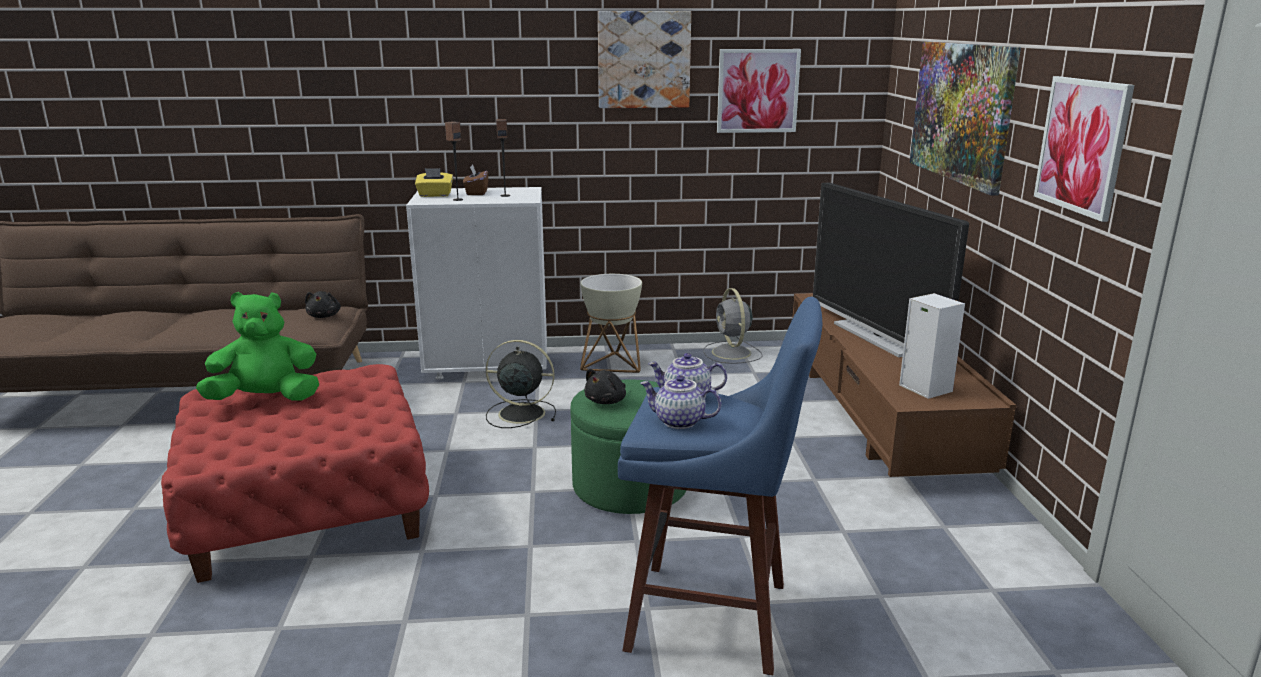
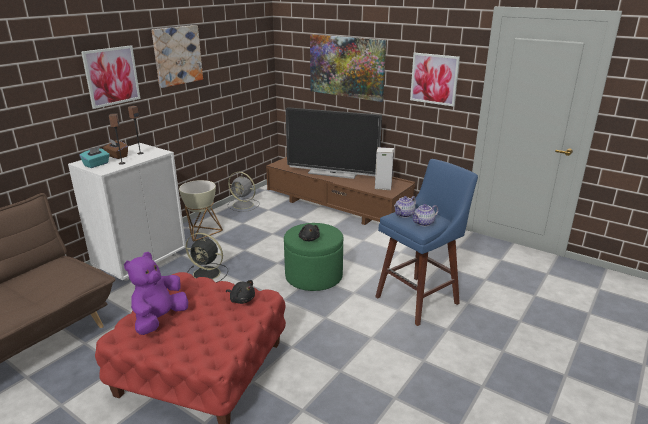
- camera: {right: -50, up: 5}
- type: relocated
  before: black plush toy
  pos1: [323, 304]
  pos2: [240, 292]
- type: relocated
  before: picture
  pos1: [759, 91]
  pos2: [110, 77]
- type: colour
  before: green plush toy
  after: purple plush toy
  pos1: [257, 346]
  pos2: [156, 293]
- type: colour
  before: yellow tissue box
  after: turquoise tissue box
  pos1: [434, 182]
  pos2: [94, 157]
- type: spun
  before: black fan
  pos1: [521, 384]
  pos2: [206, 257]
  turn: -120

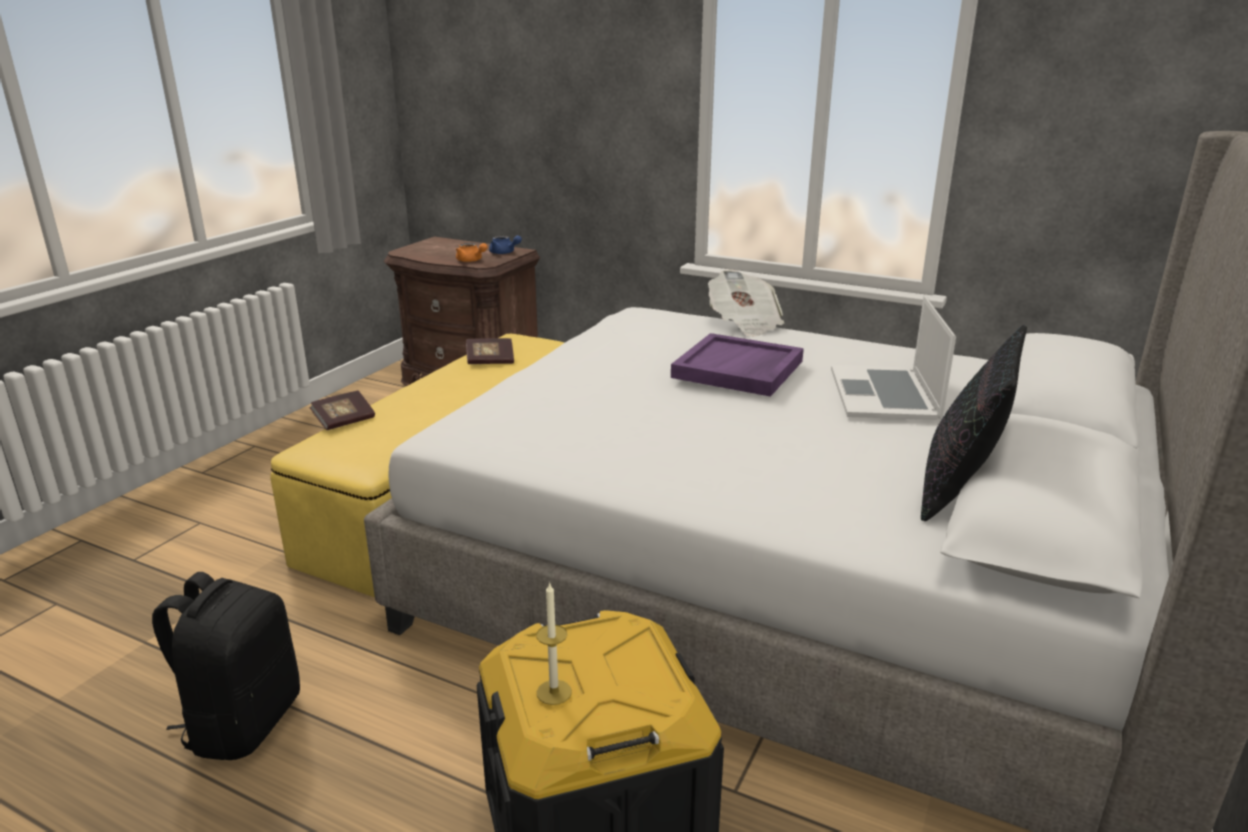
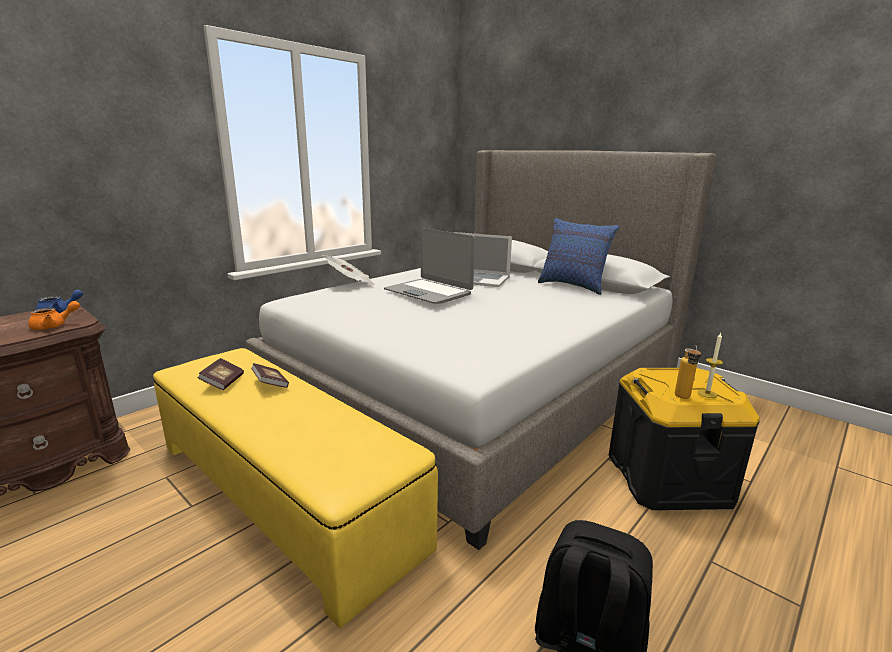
- camera: {right: -75, up: -5}
- type: appeared
  after: bottle
  pos2: [688, 372]
- type: relocated
  before: book
  pos1: [342, 410]
  pos2: [270, 375]
- type: exchanged
  before: purple tray
  after: laptop
  pos1: [737, 365]
  pos2: [429, 266]
- type: colour
  before: black pillow
  after: blue pillow
  pos1: [974, 423]
  pos2: [578, 256]

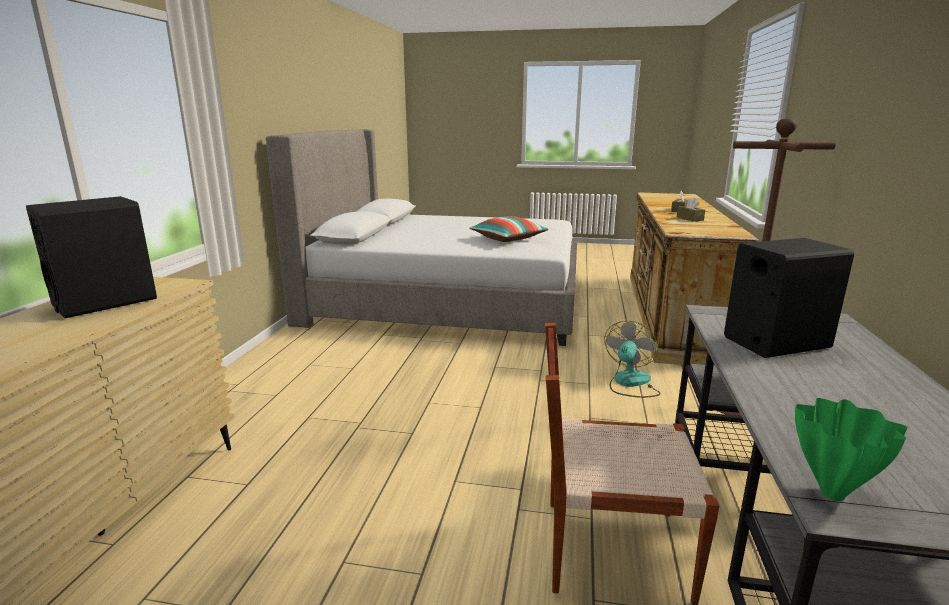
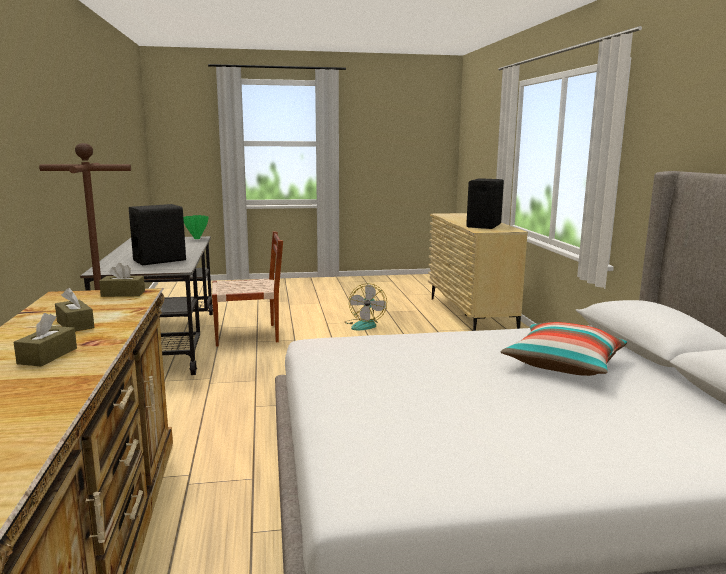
- camera: {right: 160, up: -5}
- type: appeared
  after: brown tissue box
  pos2: [122, 280]
- type: relocated
  before: pillow
  pos1: [508, 229]
  pos2: [564, 349]
- type: relocated
  before: fan
  pos1: [632, 359]
  pos2: [366, 306]

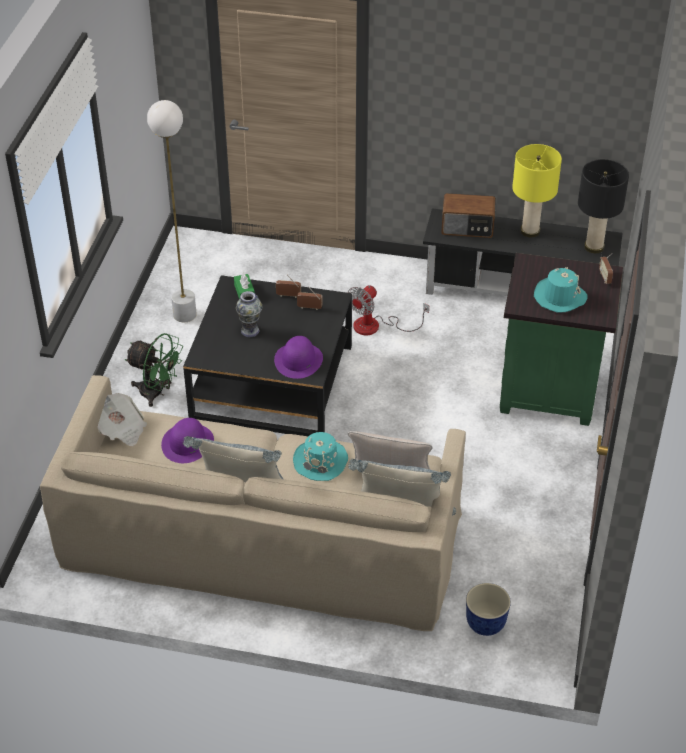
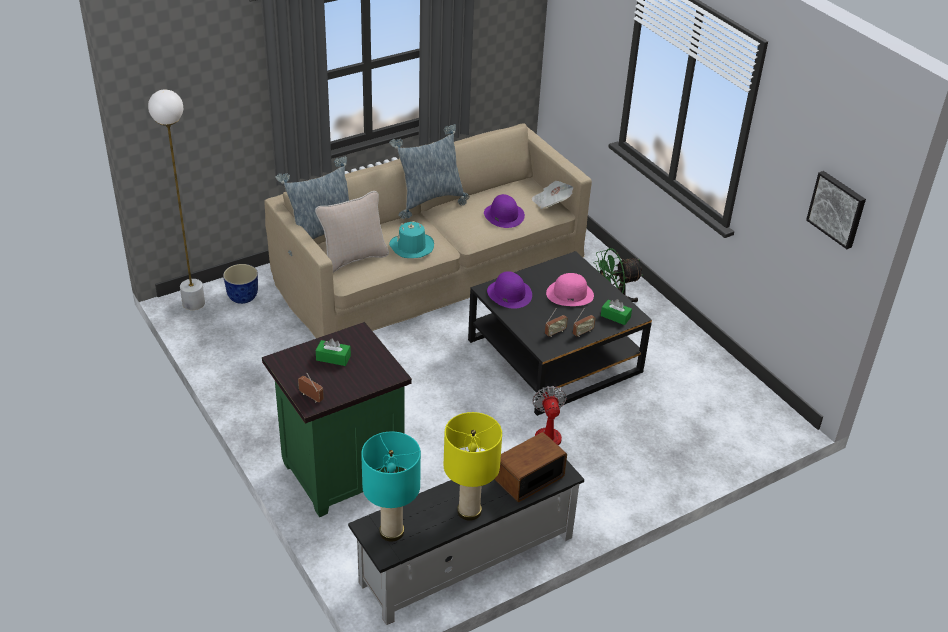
- camera: {right: 135, up: -5}
- type: appeared
  after: picture
  pos2: [836, 210]
- type: relocated
  before: white floor lamp
  pos1: [172, 211]
  pos2: [176, 199]
- type: exchanged
  before: vase
  after: pink hat
  pos1: [249, 314]
  pos2: [570, 289]
- type: exchanged
  before: turquoise hat
  after: green tissue box
  pos1: [561, 289]
  pos2: [333, 352]
- type: colour
  before: black table lamp
  after: turquoise table lamp
  pos1: [603, 206]
  pos2: [391, 486]

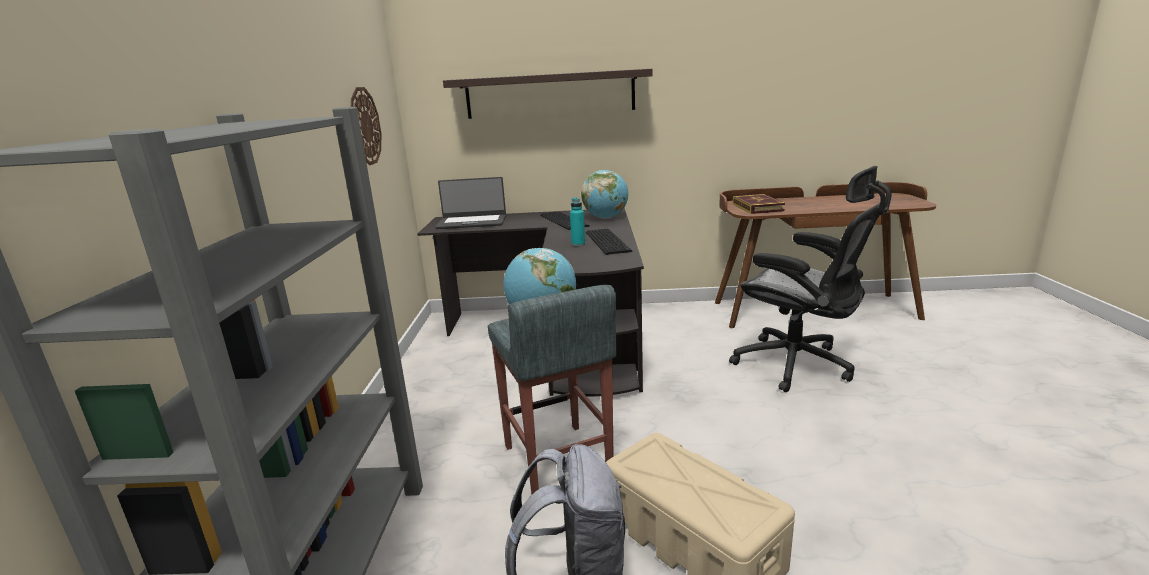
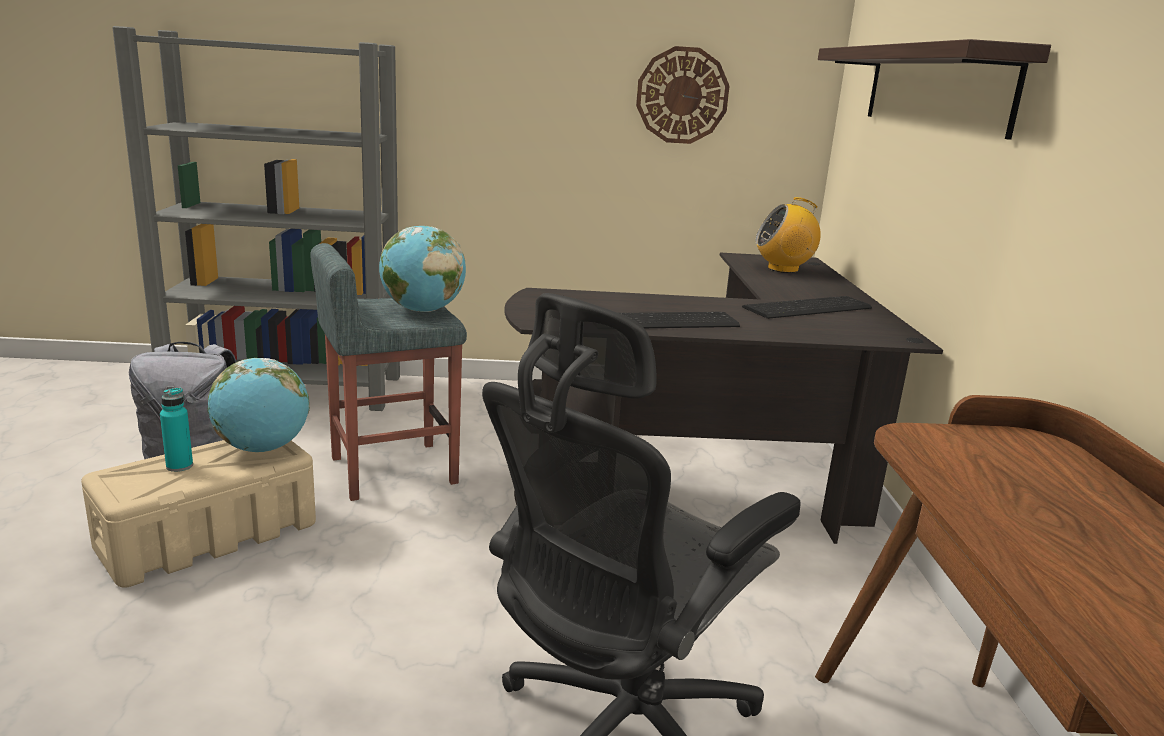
- camera: {right: 85, up: 0}
- type: missing
  before: book
  pos1: [759, 204]
- type: relocated
  before: turquoise bottle
  pos1: [577, 222]
  pos2: [176, 430]
- type: relocated
  before: globe
  pos1: [604, 194]
  pos2: [258, 405]
- type: exchanged
  before: laptop
  after: radio
  pos1: [470, 203]
  pos2: [788, 235]

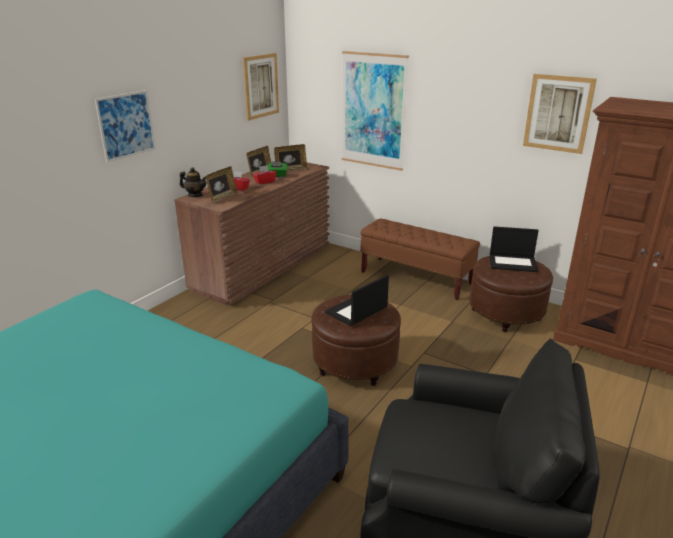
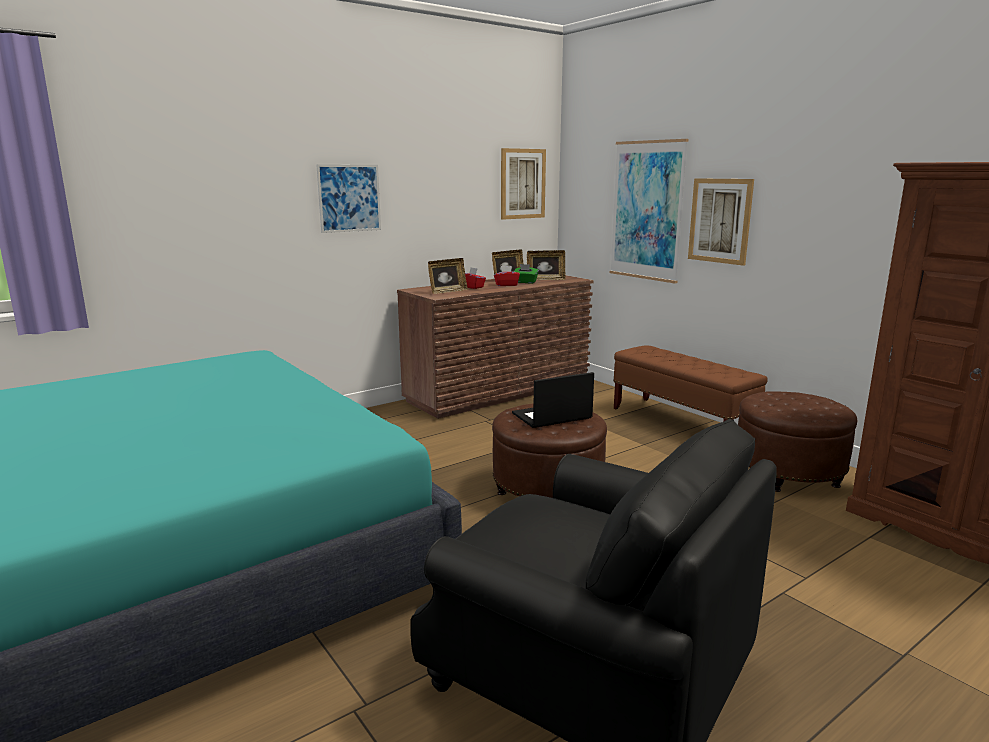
- camera: {right: 20, up: -10}
- type: missing
  before: teapot
  pos1: [193, 182]
- type: missing
  before: laptop
  pos1: [514, 249]
- type: relocated
  before: picture
  pos1: [560, 114]
  pos2: [721, 222]

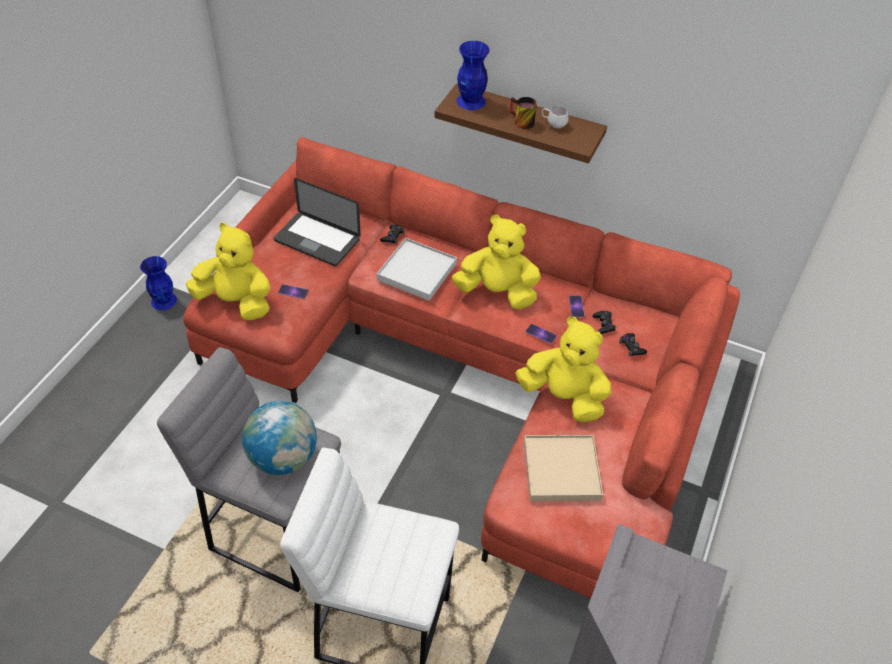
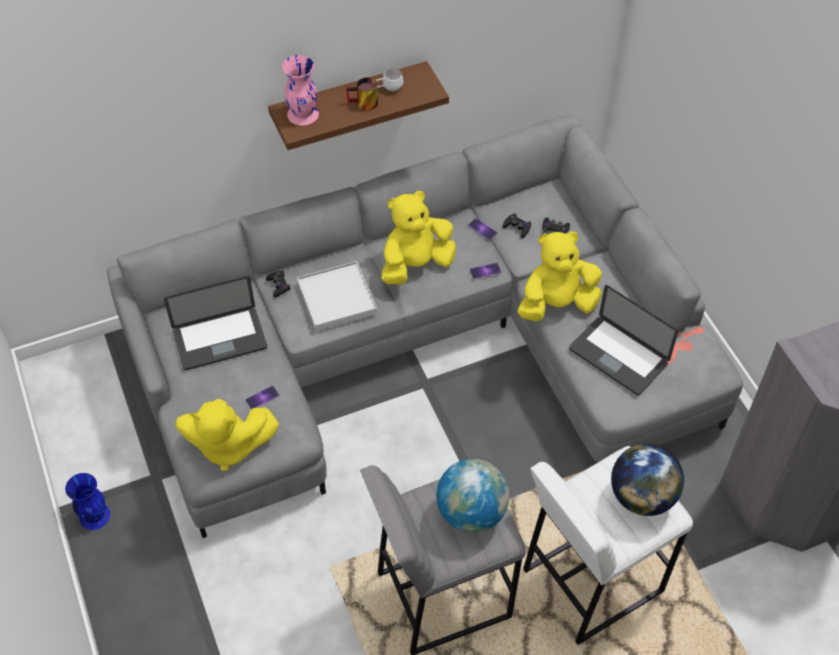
- camera: {right: -45, up: 5}
- type: appeared
  after: globe
  pos2: [647, 480]
- type: exchanged
  before: beige tray
  after: laptop
  pos1: [563, 468]
  pos2: [623, 340]
- type: colour
  before: red sofa
  after: grey sofa
  pos1: [461, 367]
  pos2: [425, 326]
- type: colour
  before: blue vase
  after: pink vase
  pos1: [473, 75]
  pos2: [300, 90]
- type: spun
  before: yellow plush toy
  pos1: [228, 271]
  pos2: [227, 435]
  turn: -150

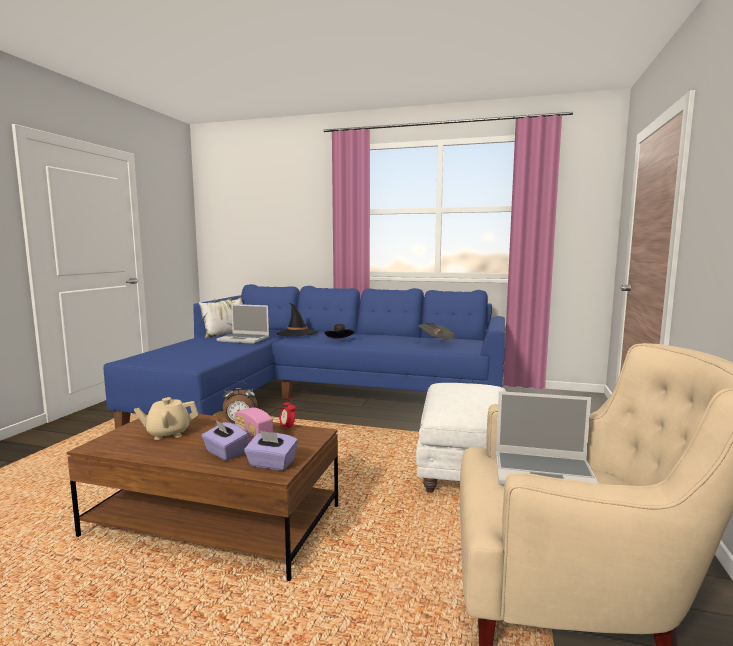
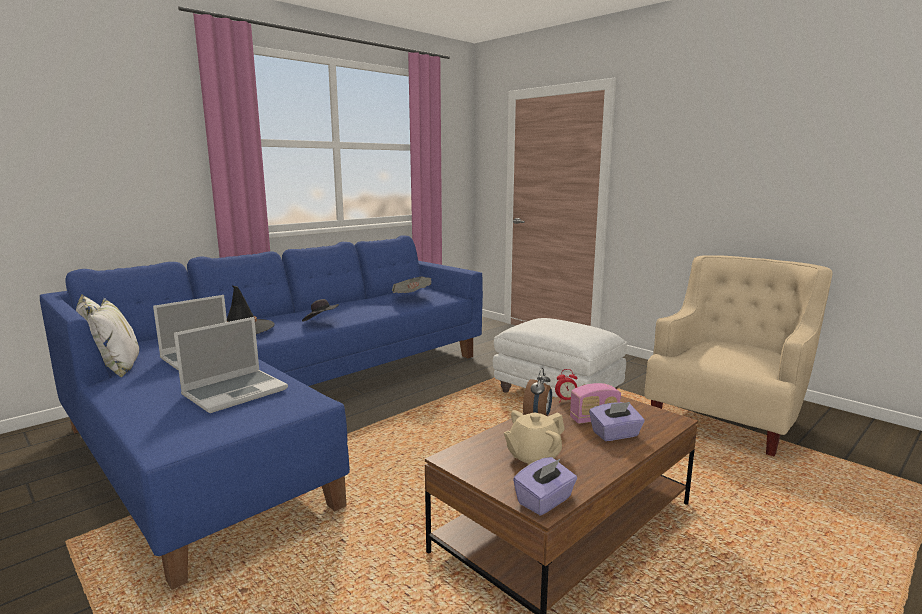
- camera: {right: -60, up: 5}
- type: relocated
  before: purple tissue box
  pos1: [271, 450]
  pos2: [545, 486]
- type: relocated
  before: laptop
  pos1: [547, 438]
  pos2: [231, 365]
- type: spun
  before: beige teapot
  pos1: [166, 418]
  pos2: [534, 437]
  turn: 45

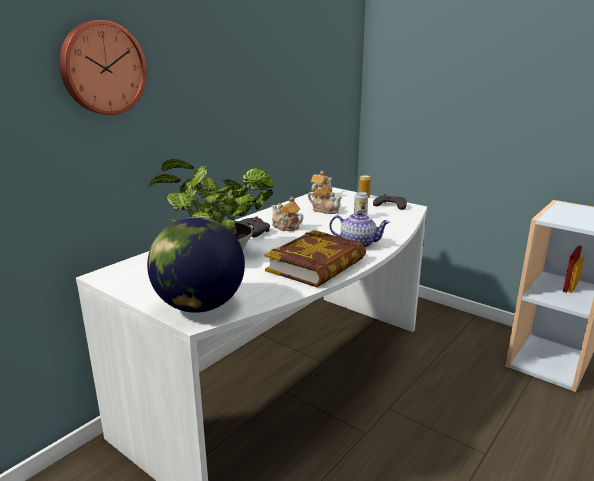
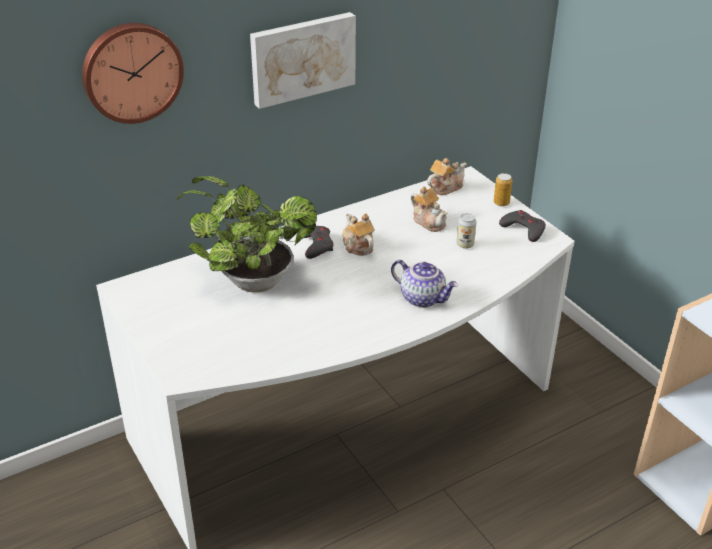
- camera: {right: 20, up: 15}
- type: missing
  before: globe
  pos1: [196, 265]
- type: missing
  before: book
  pos1: [315, 258]
- type: appeared
  after: picture
  pos2: [303, 60]

